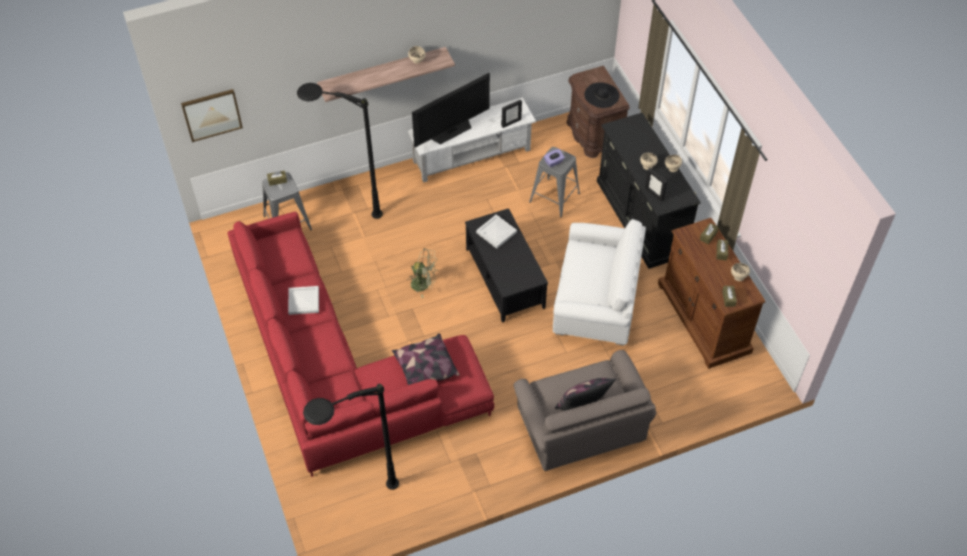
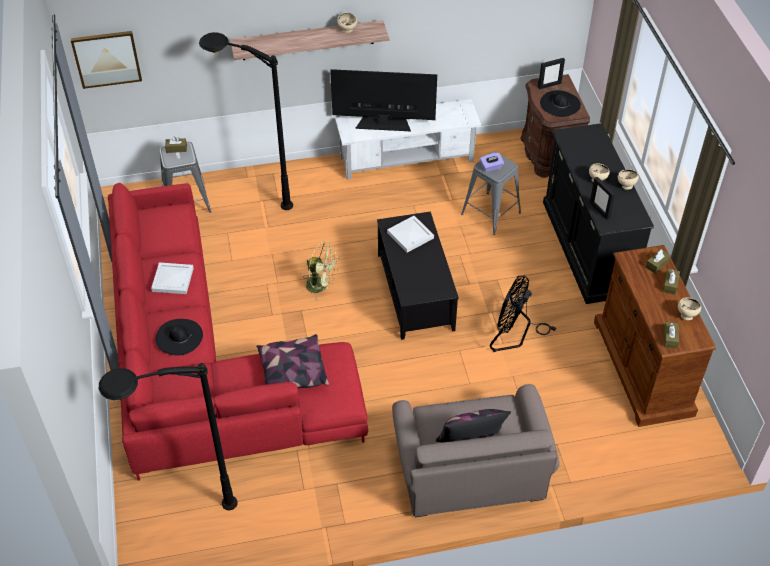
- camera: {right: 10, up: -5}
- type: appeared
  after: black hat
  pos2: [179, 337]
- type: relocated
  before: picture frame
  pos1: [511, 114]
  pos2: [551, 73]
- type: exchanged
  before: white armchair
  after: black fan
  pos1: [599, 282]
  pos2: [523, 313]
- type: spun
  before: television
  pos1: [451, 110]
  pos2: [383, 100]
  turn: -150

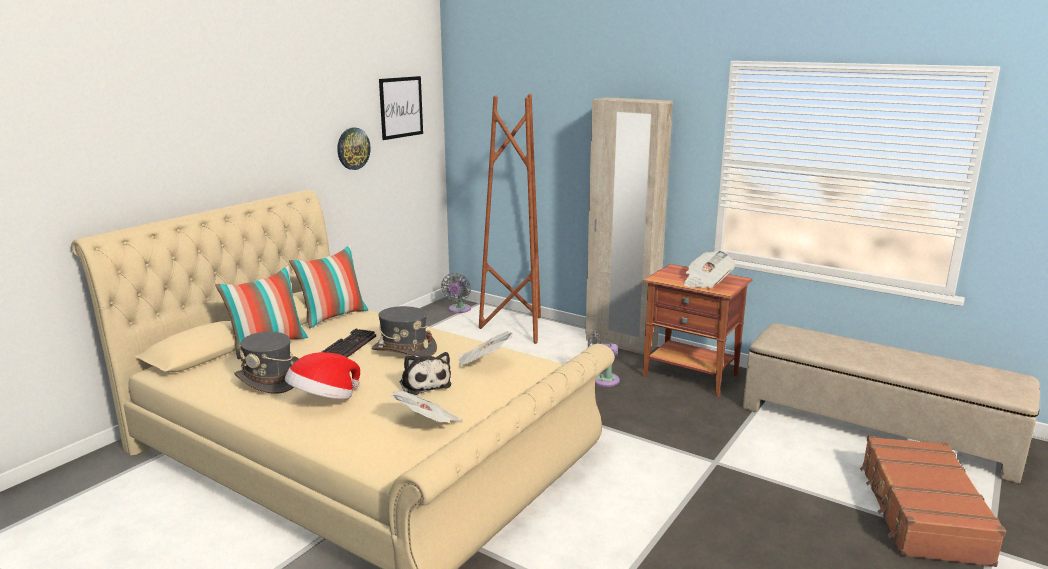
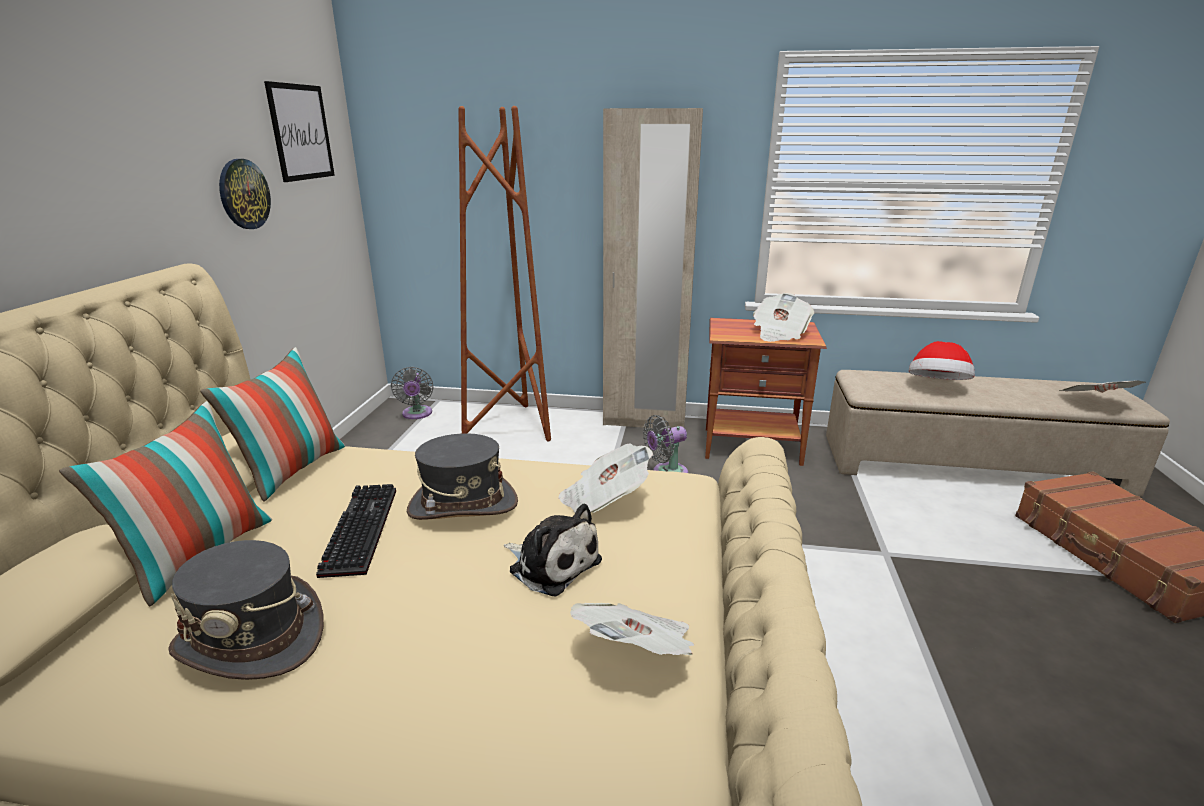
- camera: {right: -25, up: 5}
- type: appeared
  after: newspaper
  pos2: [1102, 386]
- type: relocated
  before: hat
  pos1: [322, 375]
  pos2: [942, 360]

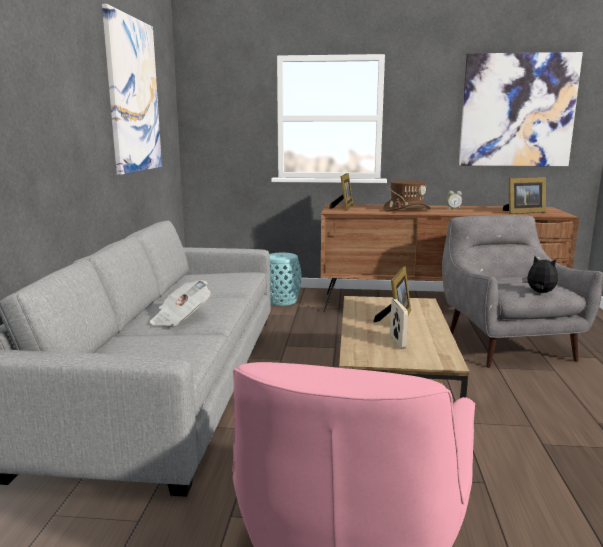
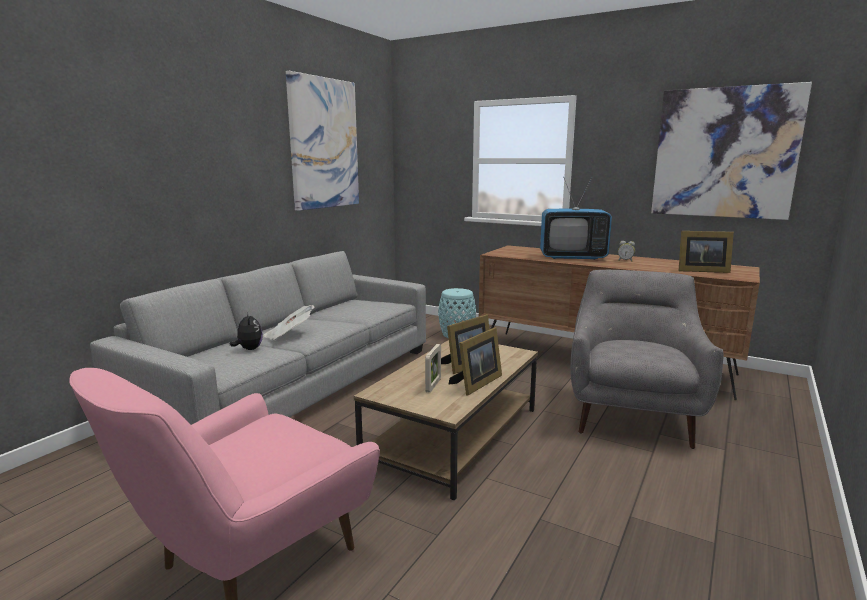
- camera: {right: 25, up: 0}
- type: relocated
  before: picture frame
  pos1: [341, 191]
  pos2: [475, 361]
- type: relocated
  before: plush toy
  pos1: [540, 274]
  pos2: [246, 331]
- type: exchanged
  before: brown hat
  after: television
  pos1: [406, 196]
  pos2: [576, 218]

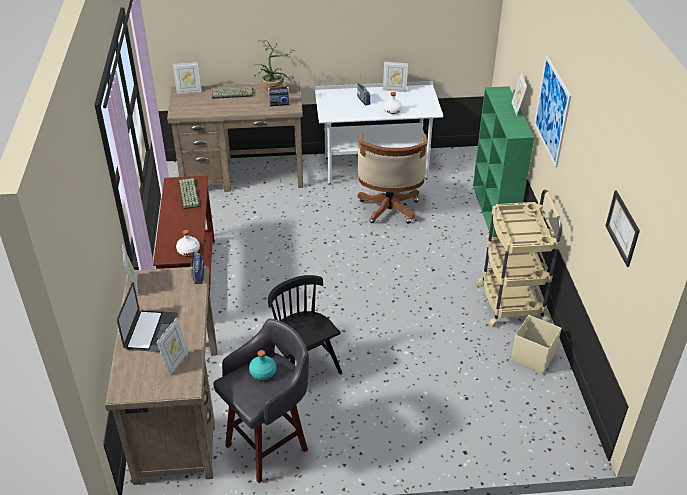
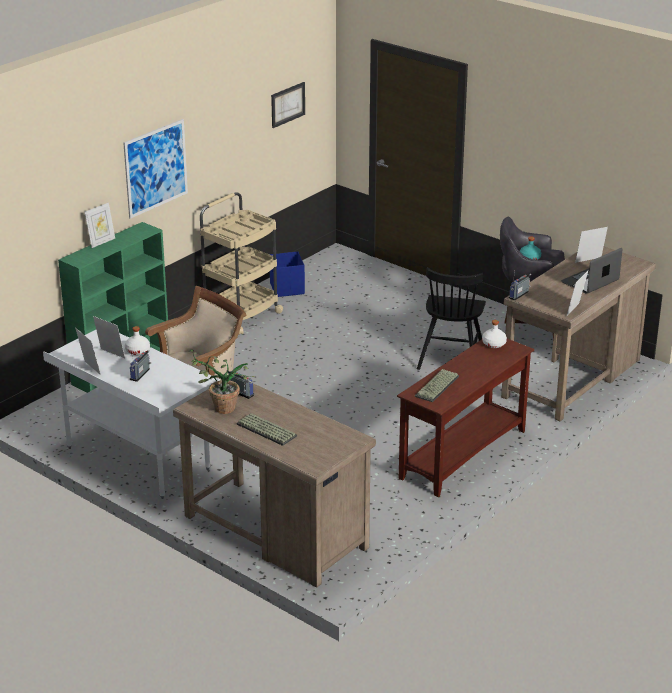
- camera: {right: -135, up: -10}
- type: relocated
  before: picture frame
  pos1: [187, 78]
  pos2: [109, 337]
- type: colour
  before: beige storage box
  after: blue storage box
  pos1: [536, 344]
  pos2: [287, 274]

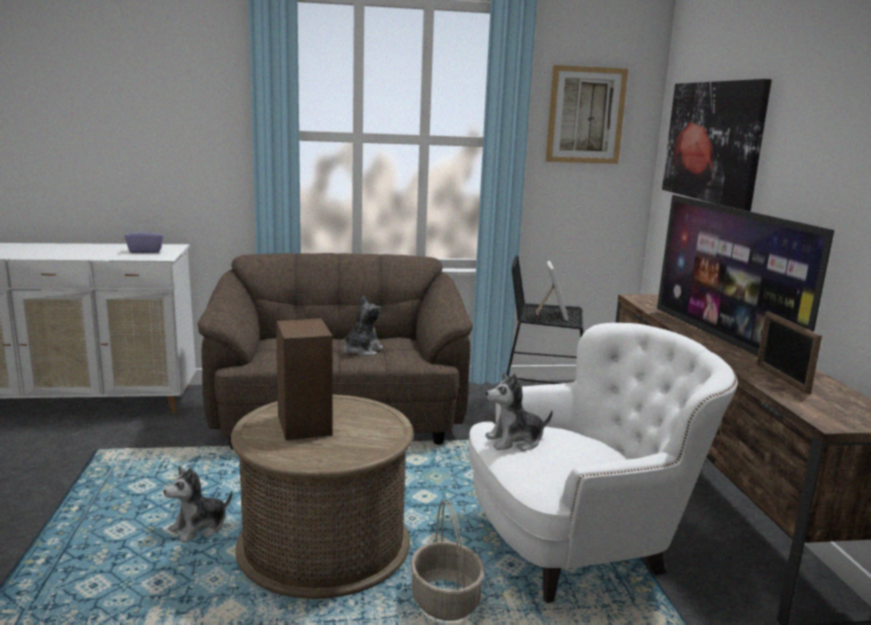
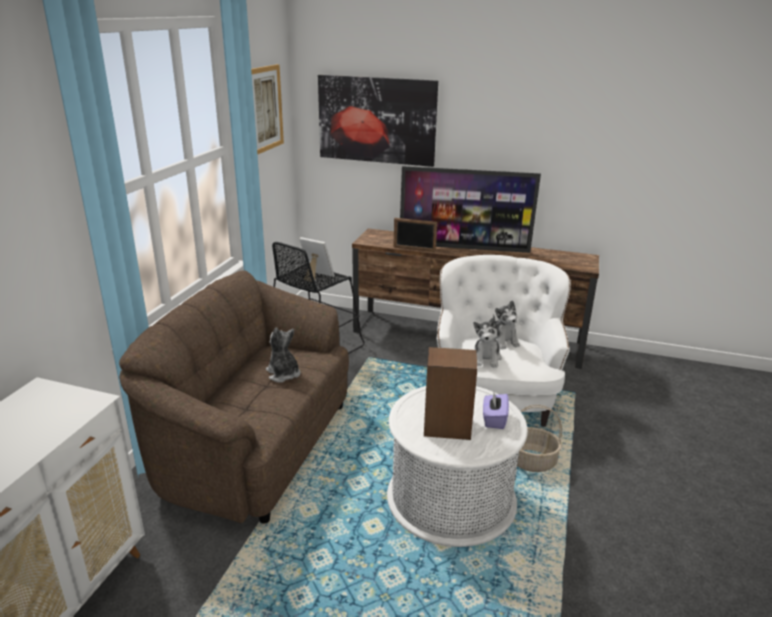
- camera: {right: -65, up: 10}
- type: relocated
  before: purple tissue box
  pos1: [144, 238]
  pos2: [496, 410]
- type: relocated
  before: plush toy
  pos1: [198, 504]
  pos2: [506, 324]
- type: relocated
  before: picture frame
  pos1: [789, 352]
  pos2: [415, 235]
- type: colour
  before: brown coffee table
  after: white coffee table
  pos1: [322, 497]
  pos2: [457, 466]

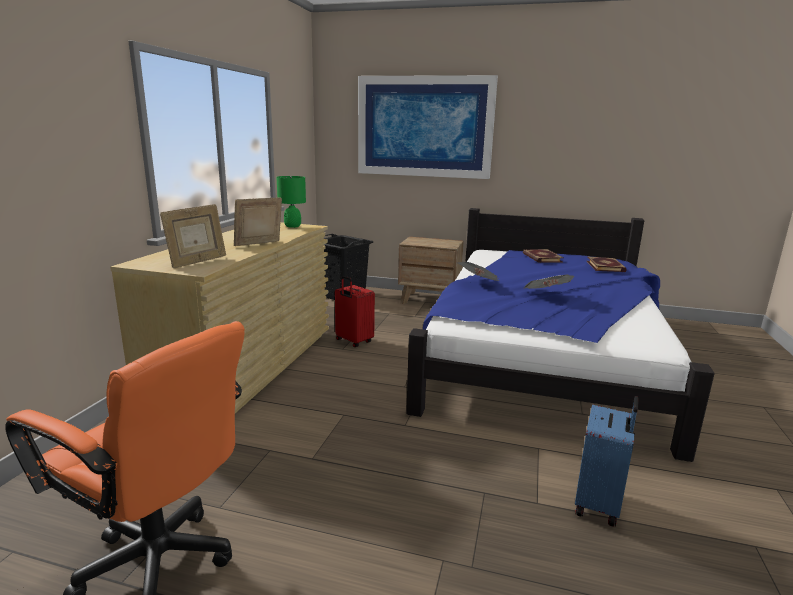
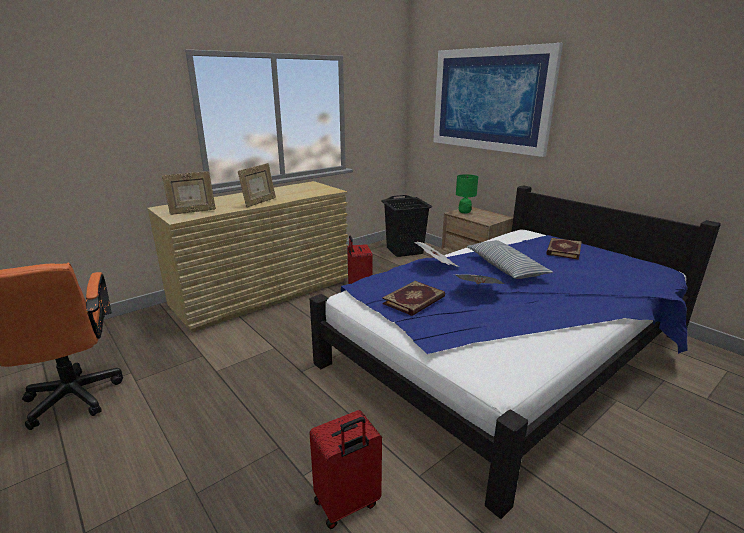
- camera: {right: 35, up: 5}
- type: appeared
  after: pillow
  pos2: [510, 259]
- type: relocated
  before: green table lamp
  pos1: [291, 202]
  pos2: [467, 194]
- type: relocated
  before: book
  pos1: [607, 264]
  pos2: [413, 298]
- type: colour
  before: blue suitcase
  after: red suitcase
  pos1: [607, 461]
  pos2: [345, 469]
- type: spun
  before: picture frame
  pos1: [258, 221]
  pos2: [257, 185]
  turn: 135

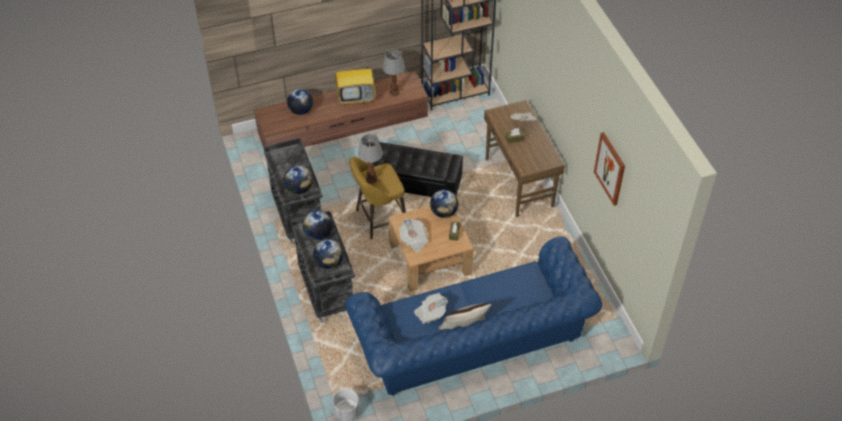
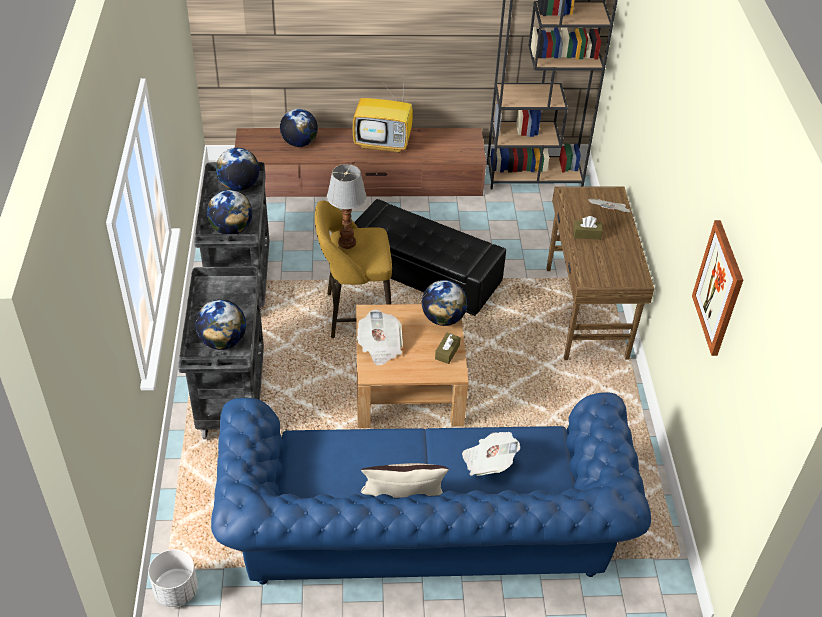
- camera: {right: 15, up: -5}
- type: missing
  before: table lamp
  pos1: [393, 72]
- type: relocated
  before: globe
  pos1: [318, 225]
  pos2: [237, 169]
- type: relocated
  before: newspaper
  pos1: [431, 308]
  pos2: [491, 454]

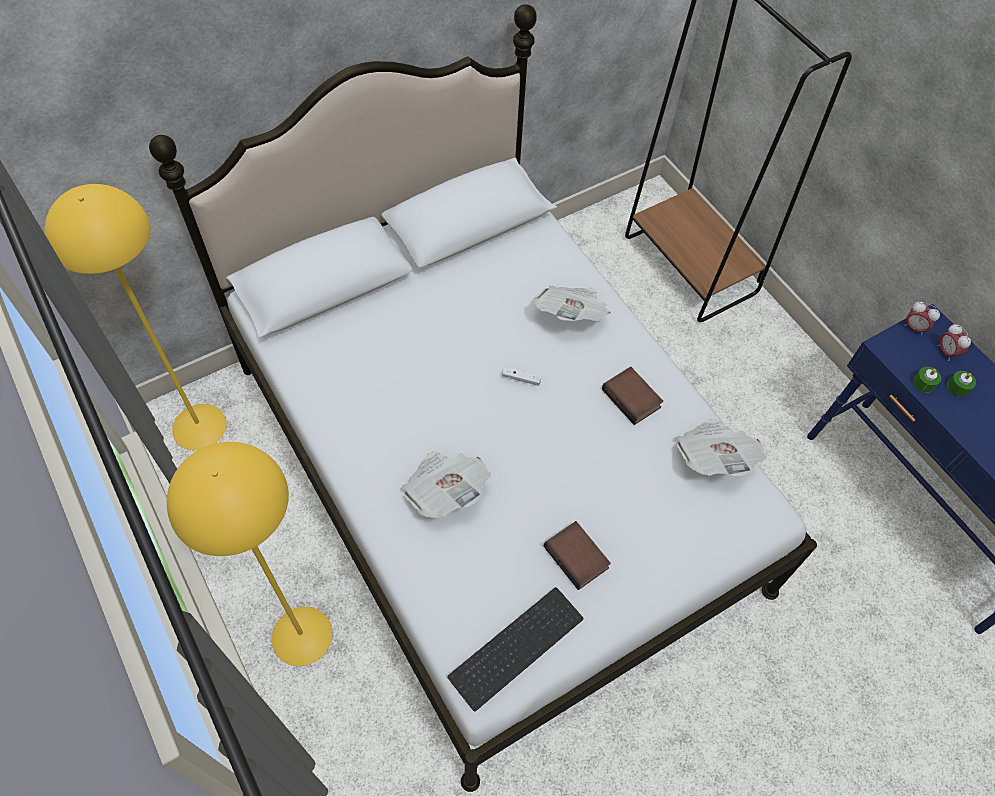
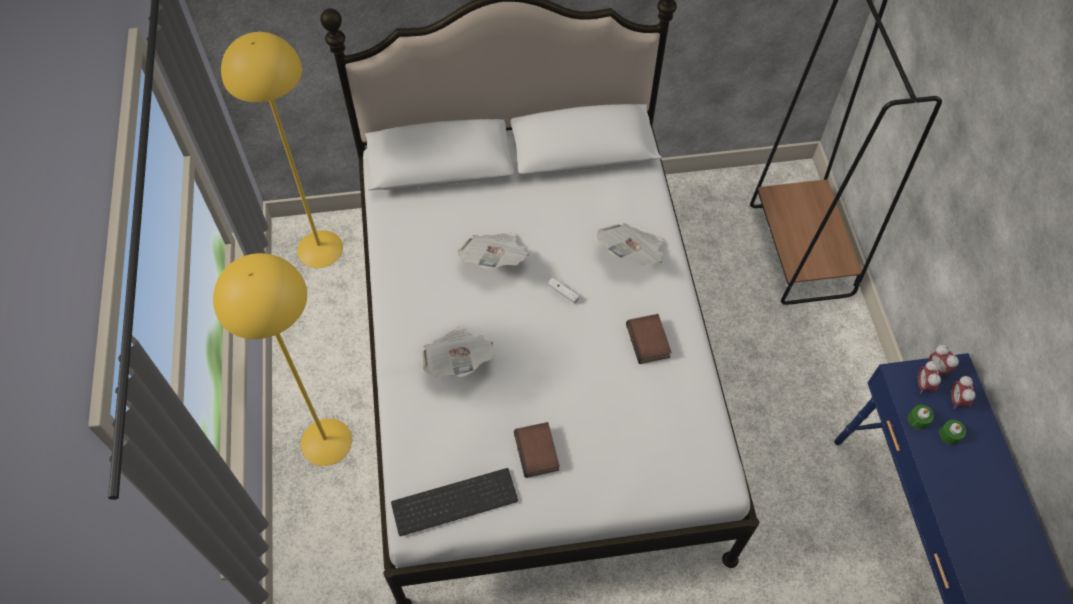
- camera: {right: 25, up: 0}
- type: appeared
  after: alarm clock
  pos2: [929, 377]
- type: relocated
  before: newspaper
  pos1: [720, 448]
  pos2: [493, 250]

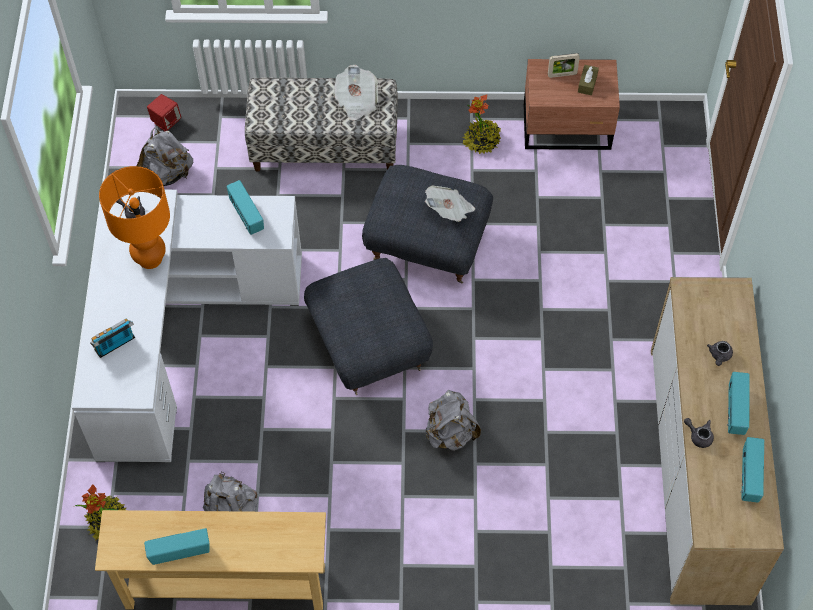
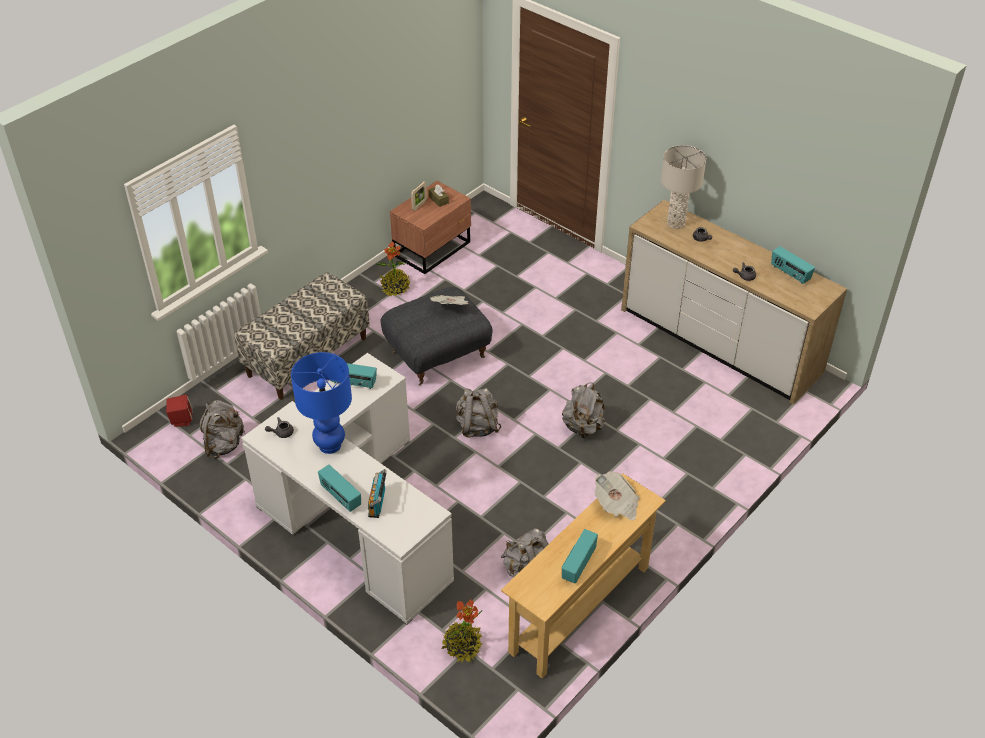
- camera: {right: -50, up: -15}
- type: appeared
  after: white table lamp
  pos2: [683, 187]
- type: relocated
  before: newspaper
  pos1: [355, 93]
  pos2: [617, 495]
- type: relocated
  before: radio
  pos1: [738, 403]
  pos2: [339, 488]
- type: exchanged
  before: grey ottoman
  after: grey backpack
  pos1: [368, 326]
  pos2: [478, 413]
- type: colour
  before: orange table lamp
  after: blue table lamp
  pos1: [134, 217]
  pos2: [321, 403]

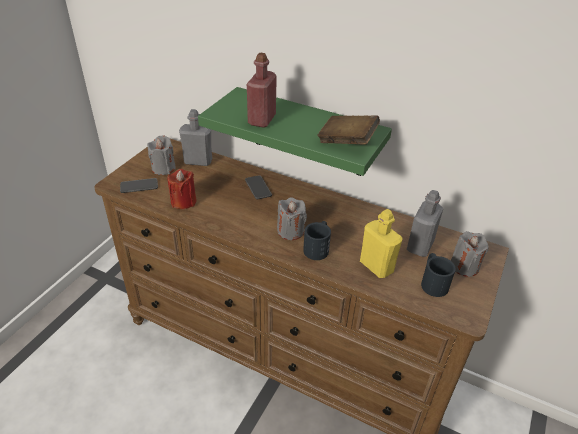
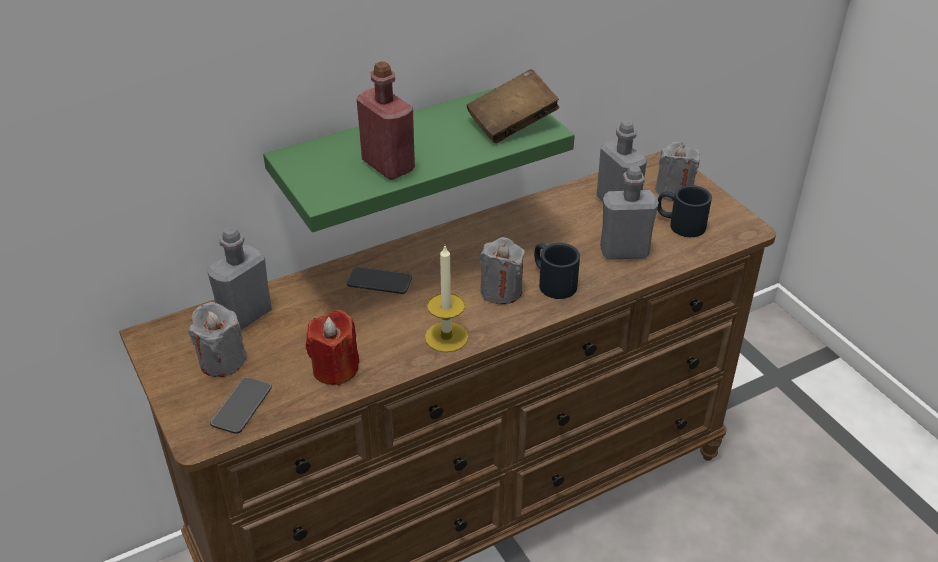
- camera: {right: -55, up: 0}
- type: appeared
  after: candle
  pos2: [447, 299]
- type: colour
  before: yellow bottle
  after: grey bottle
  pos1: [381, 243]
  pos2: [629, 213]

